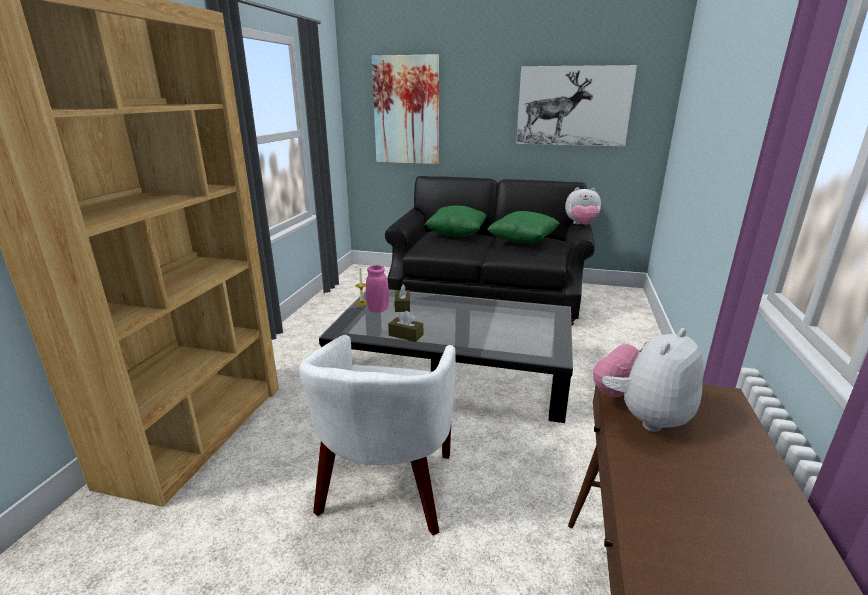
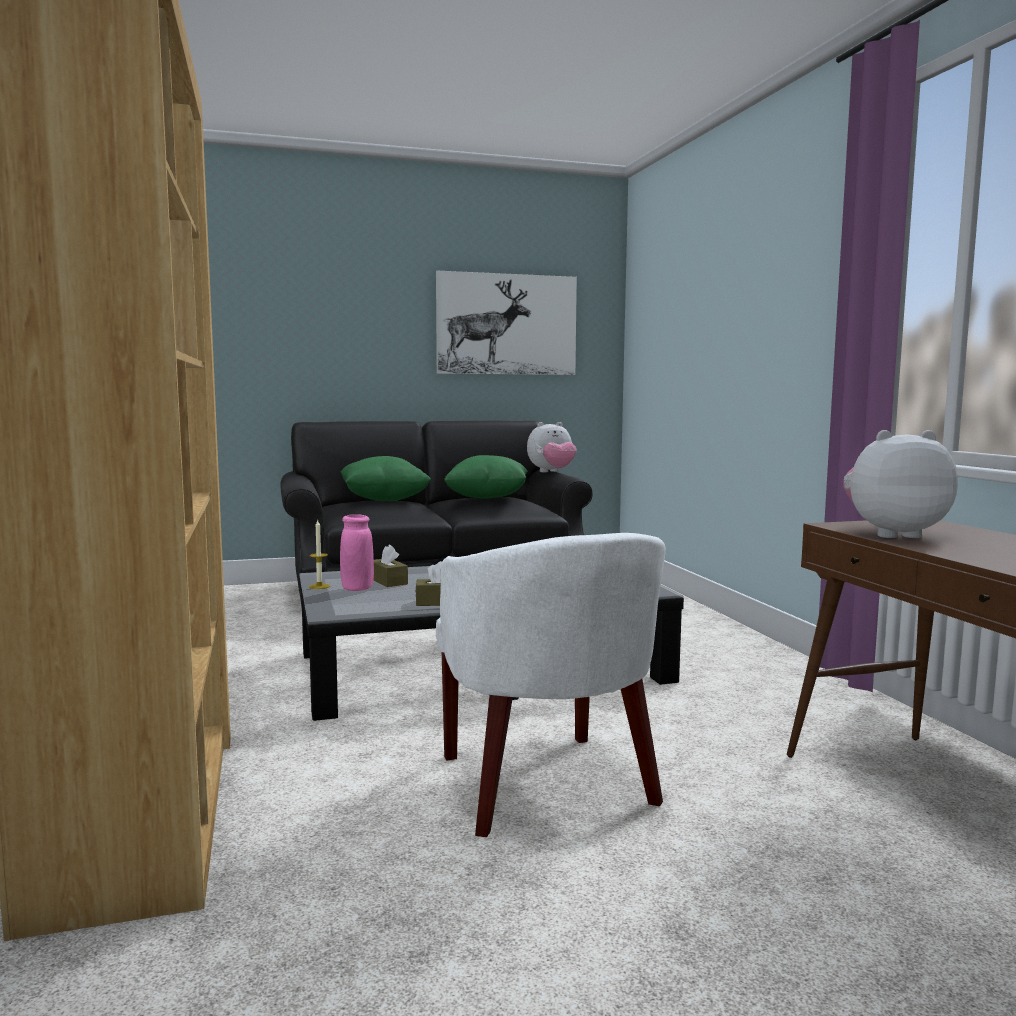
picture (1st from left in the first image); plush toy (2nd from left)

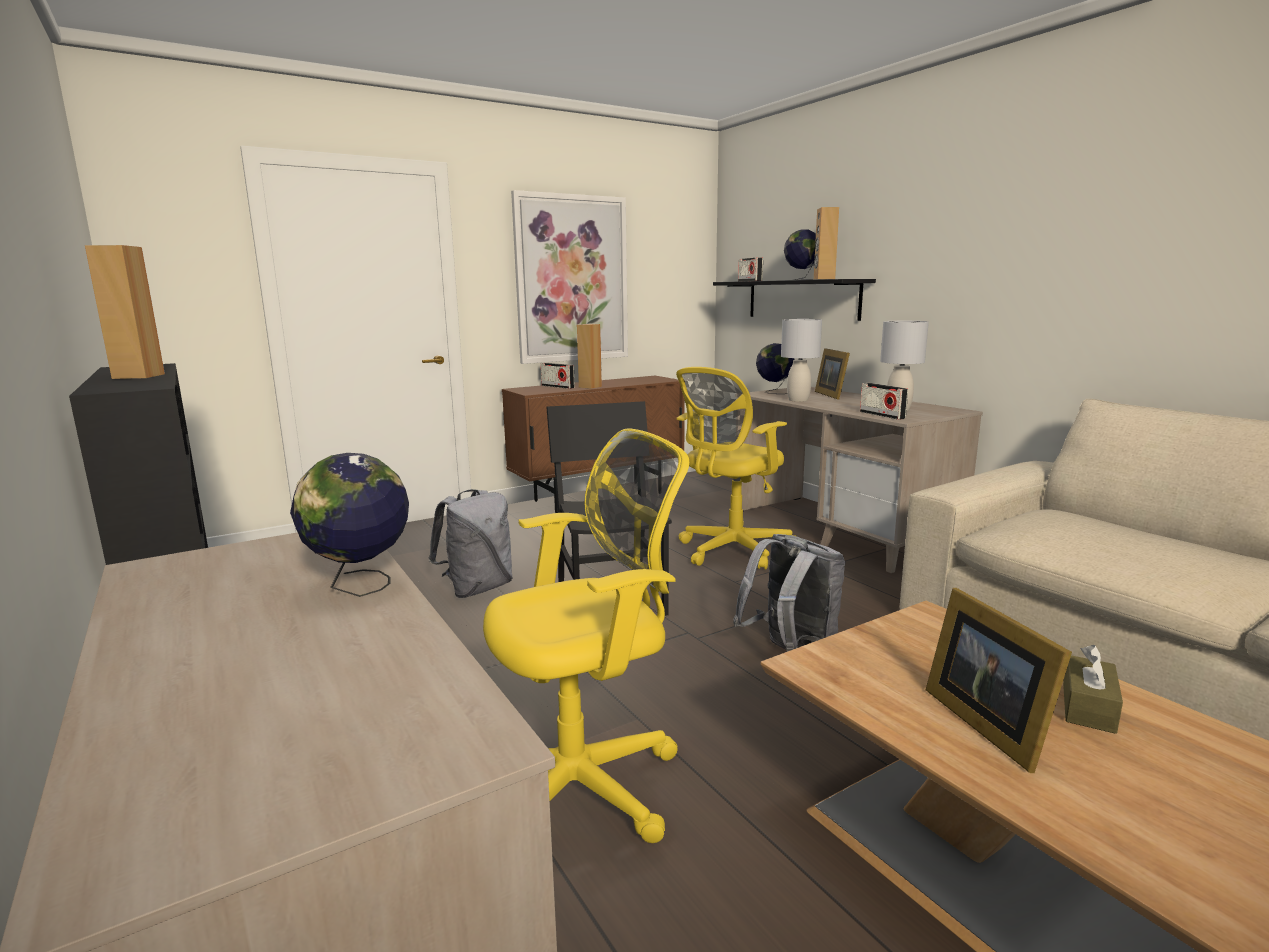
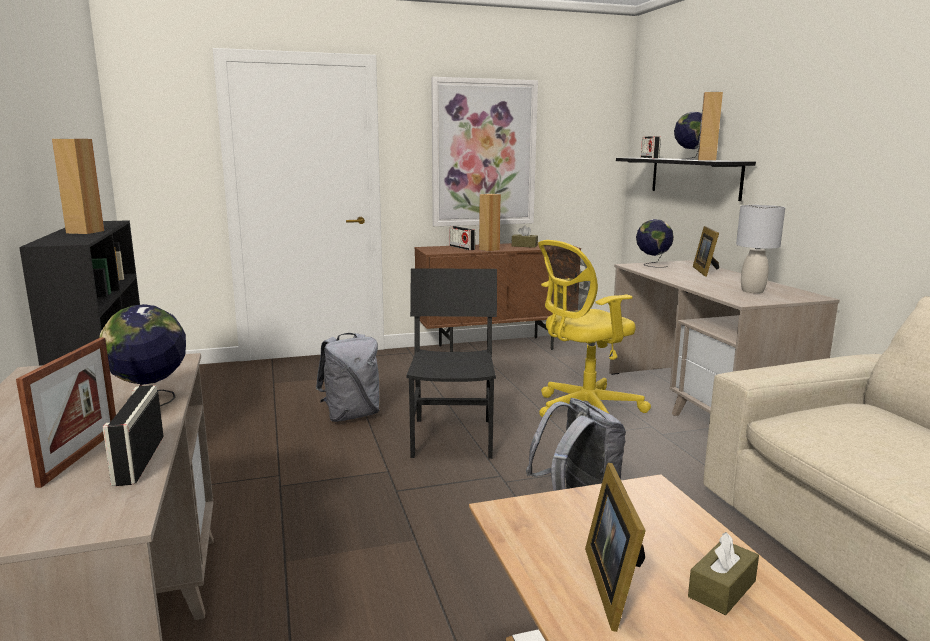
office chair (yellow) (1st from left in the first image); table lamp (grey) (1st from left in the first image); picture frame (1st from left); tissue box (brown) (1st from left); radio (1st from left)

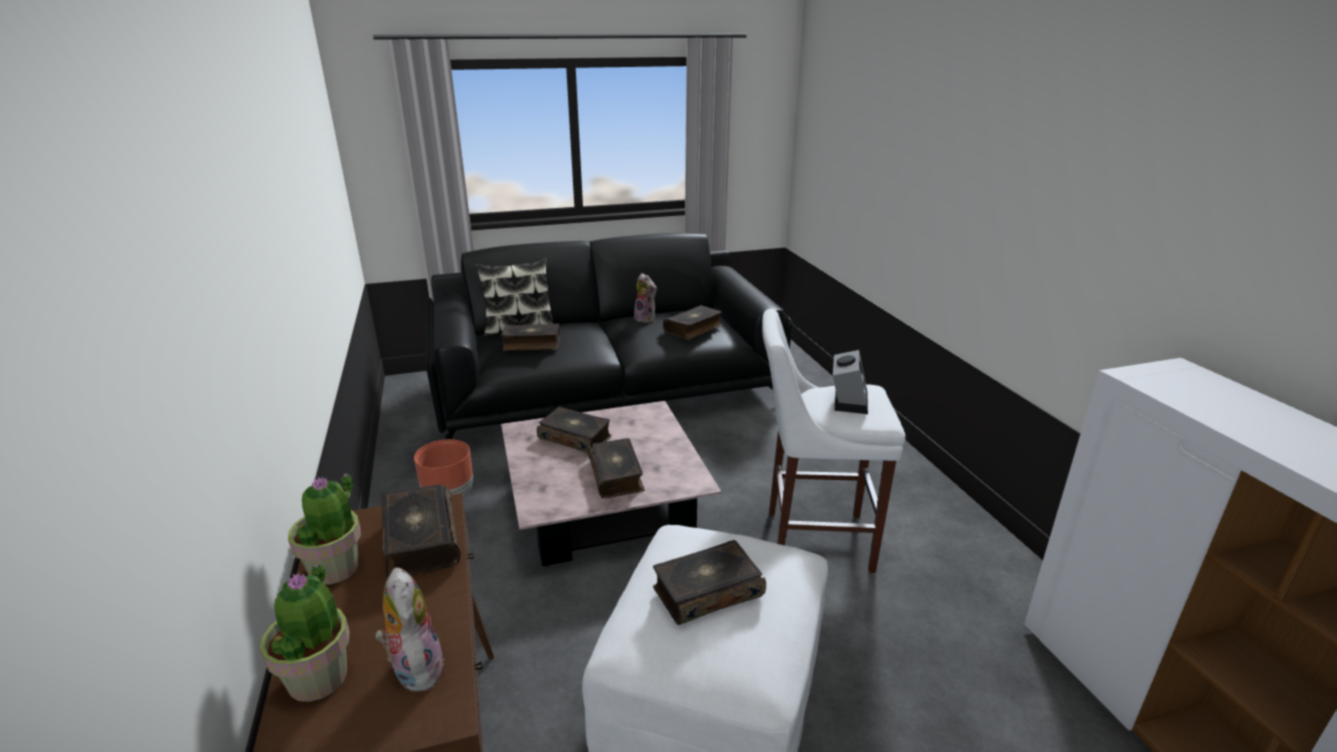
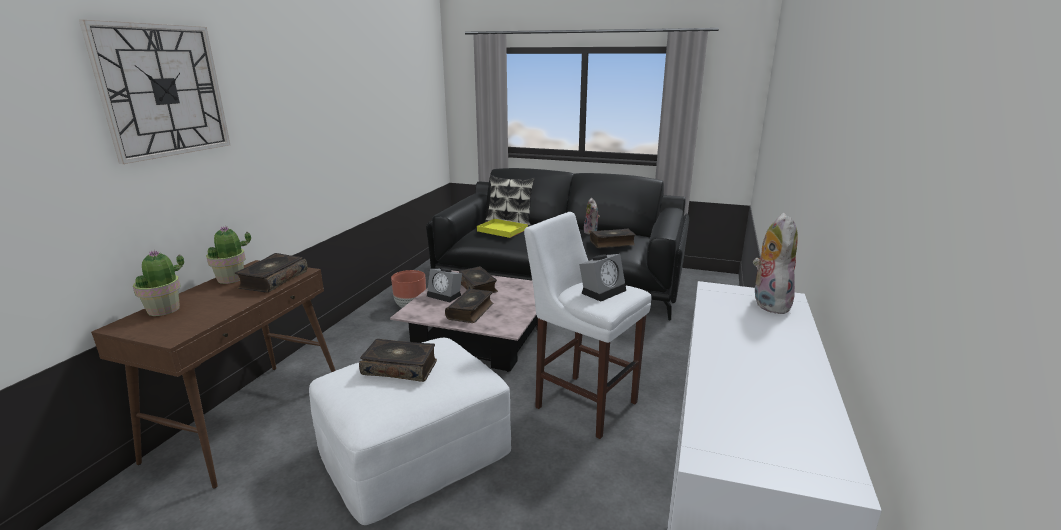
wall clock; alarm clock (1st from left); plush toy (2nd from left); tray (yellow)

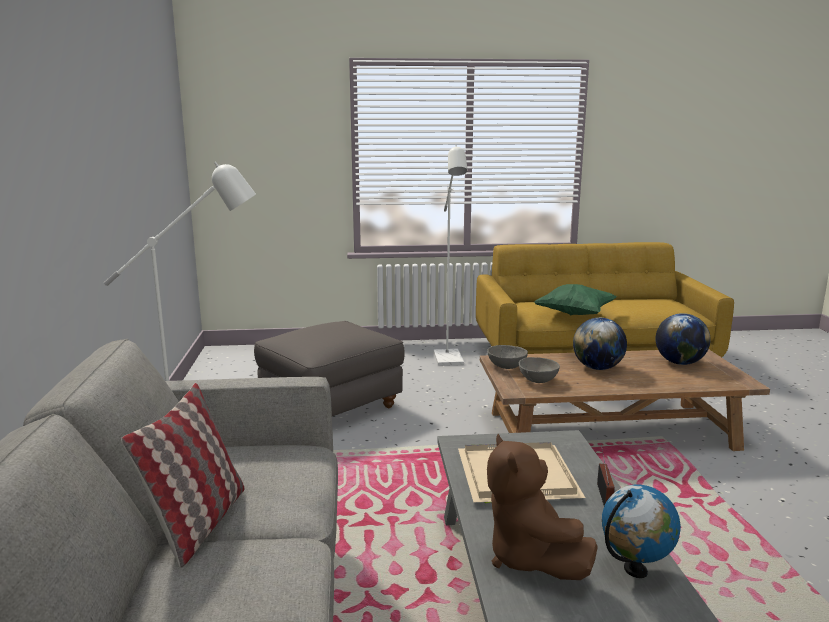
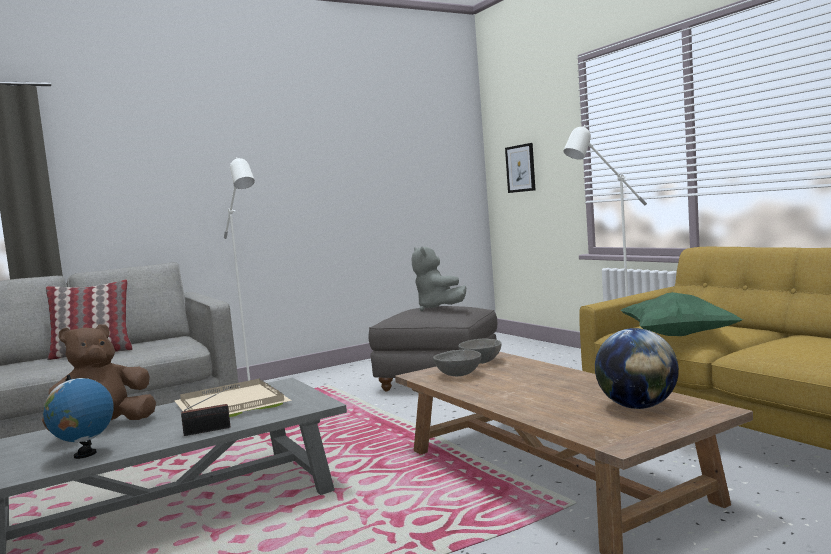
globe (1st from left in the first image); plush toy (grey); picture

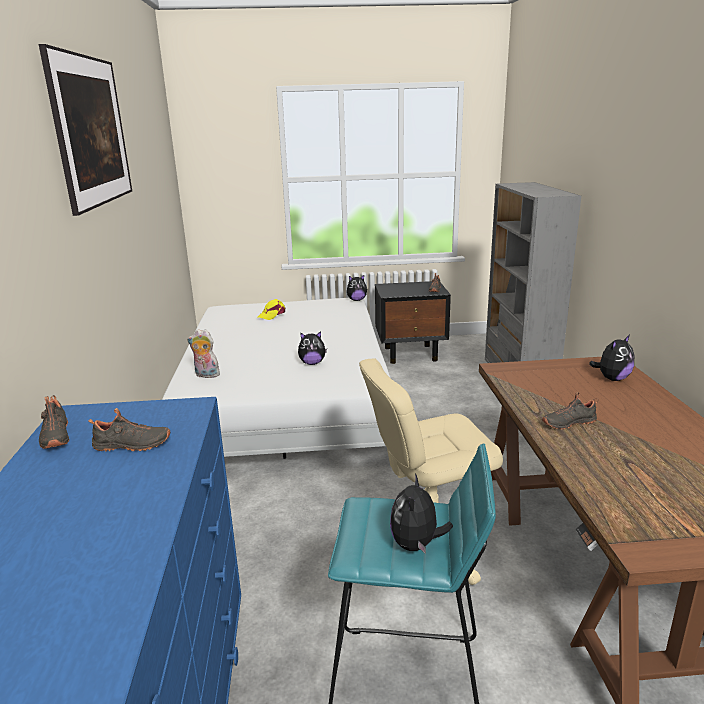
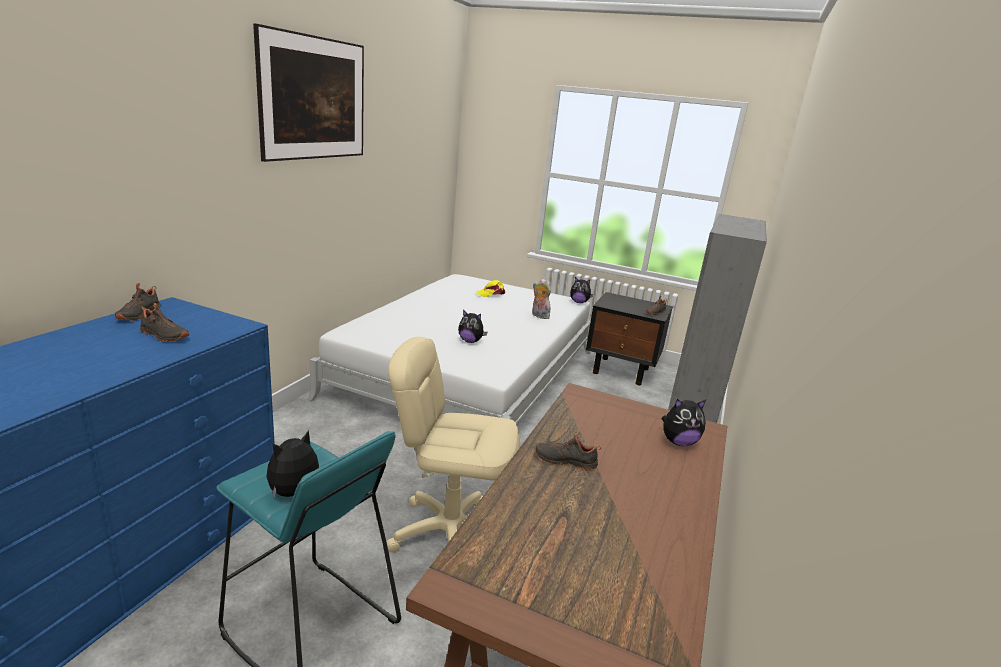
plush toy (3rd from left)

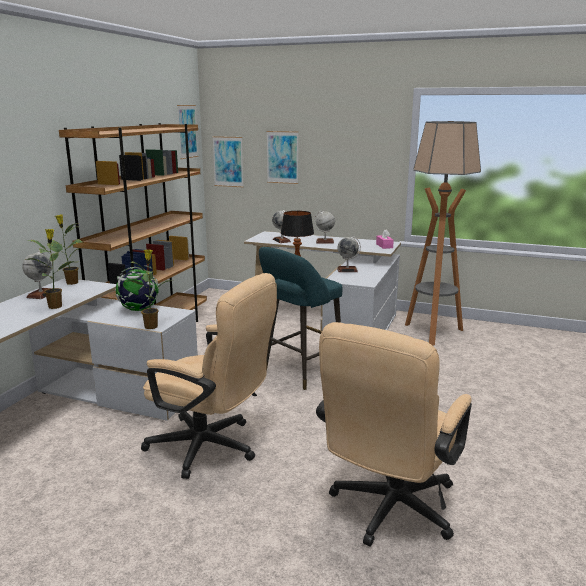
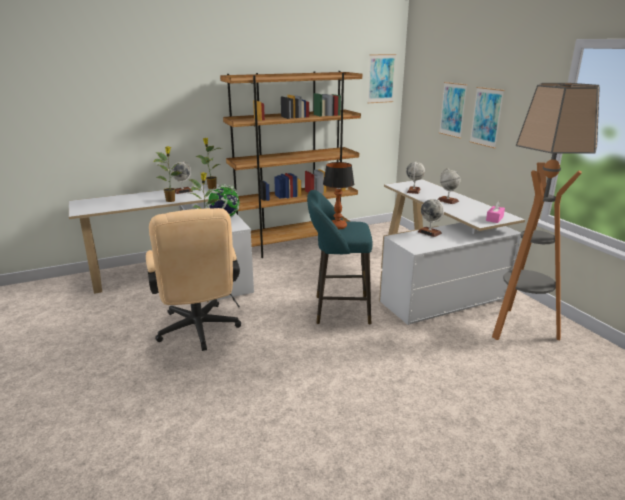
office chair (beige) (2nd from left in the first image); picture (3rd from left)

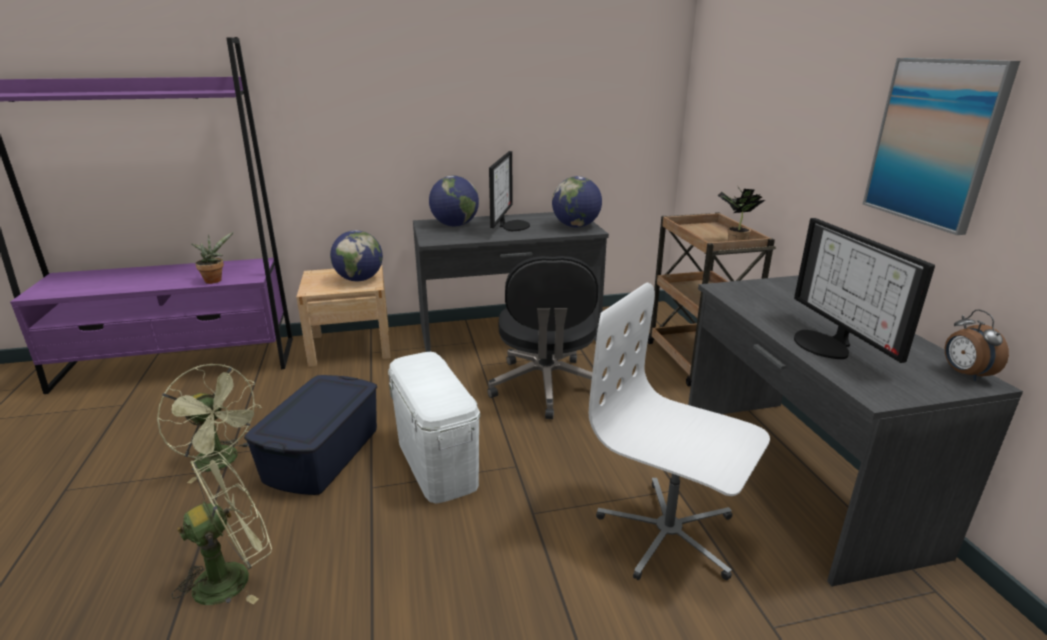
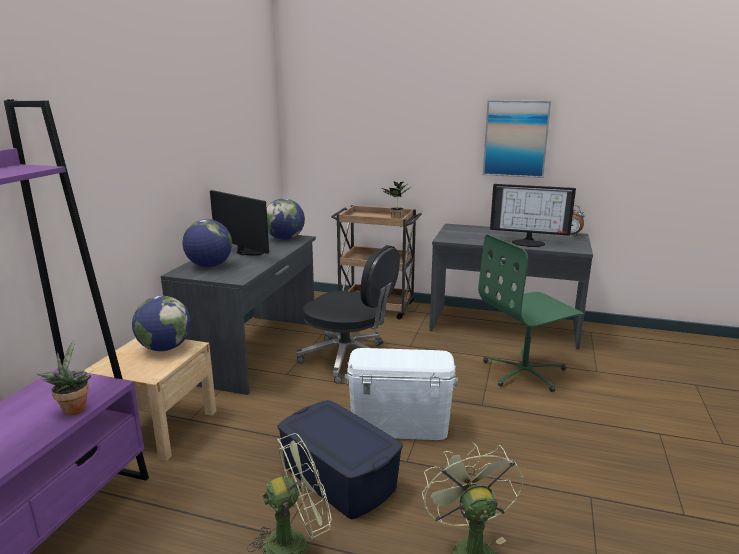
office chair (green)

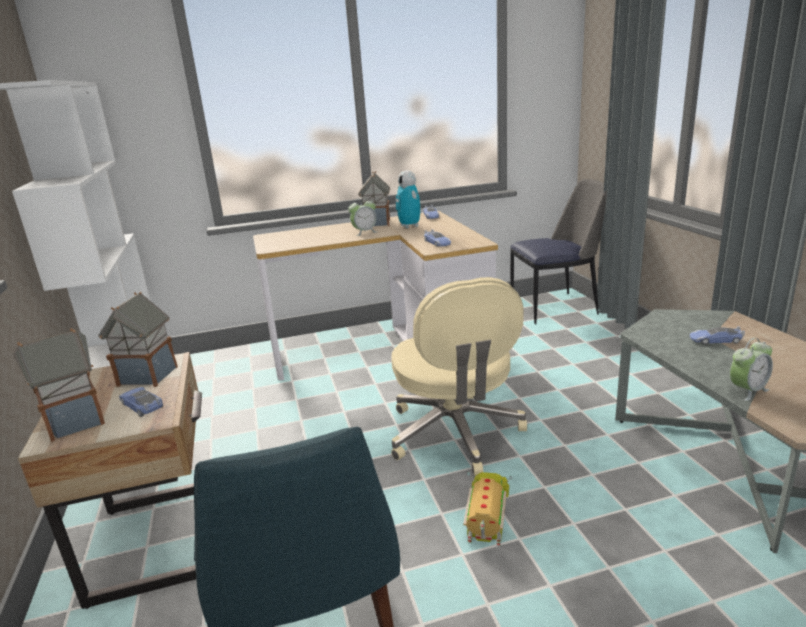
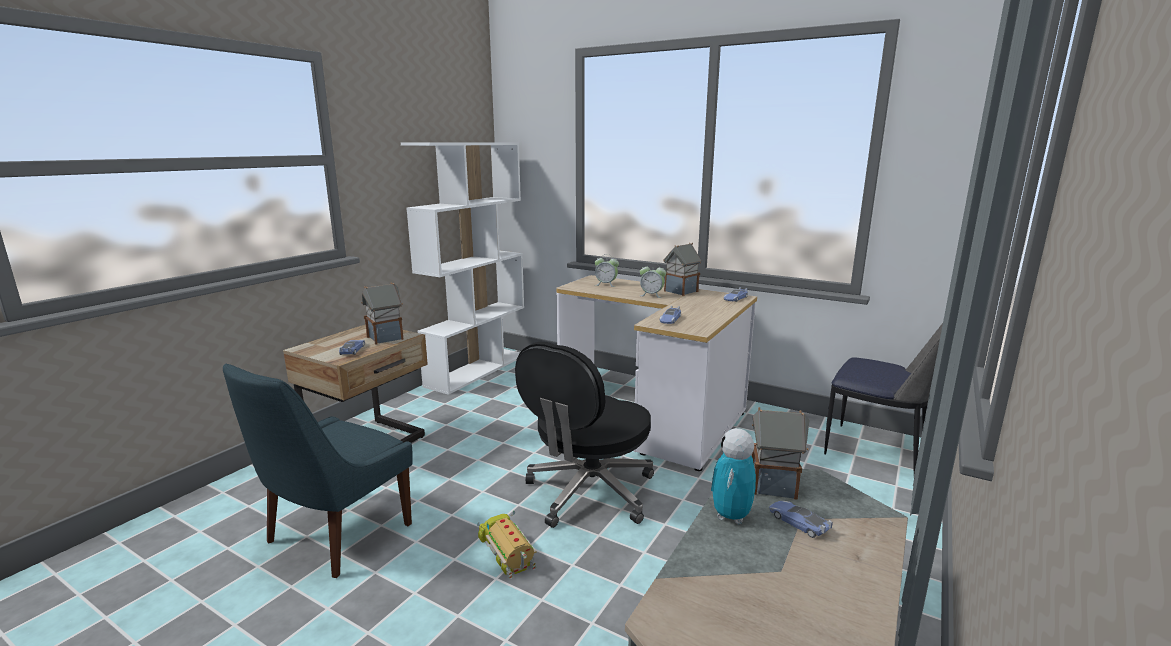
toy house (3rd from left); toy robot; alarm clock (1st from left); office chair (black); toy truck

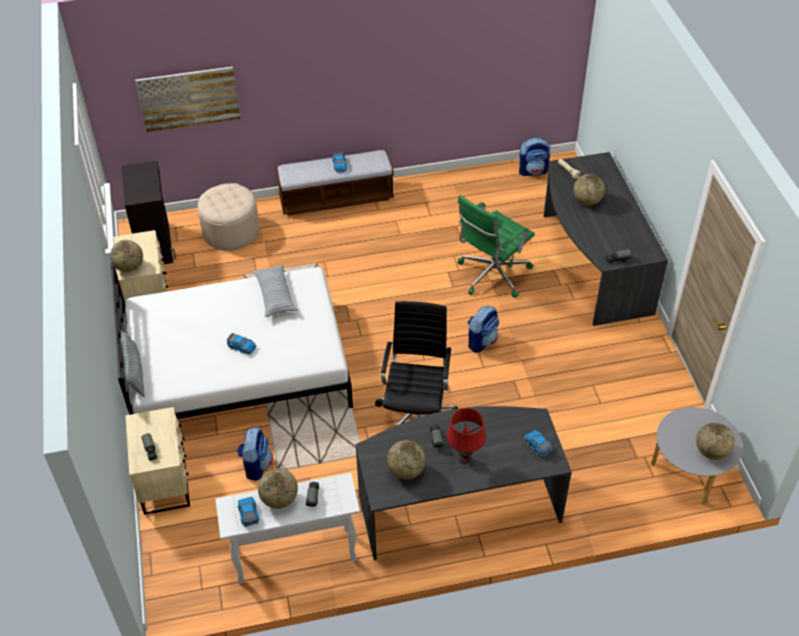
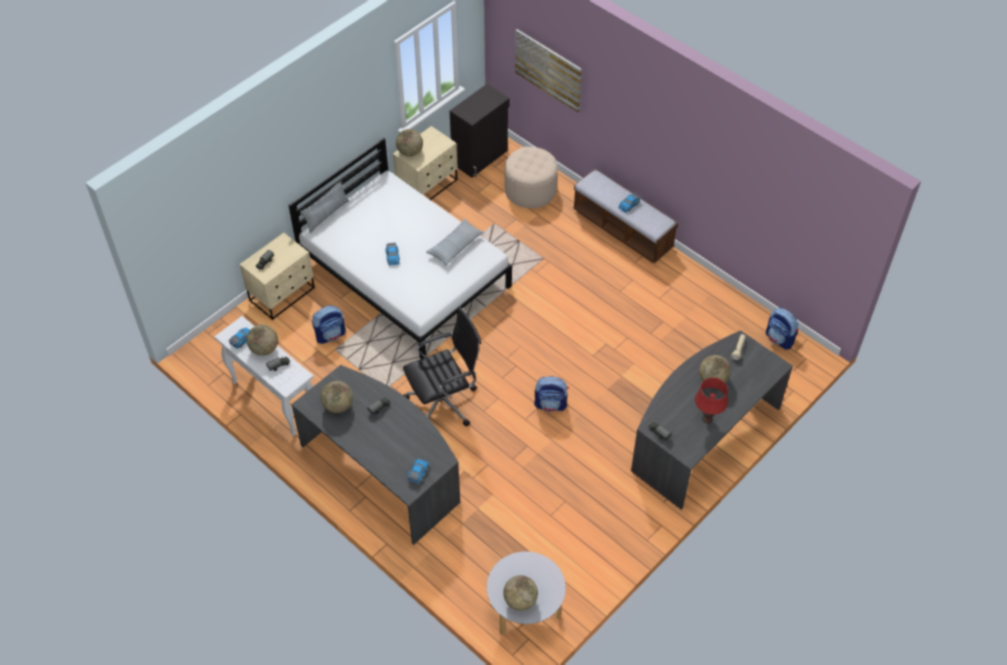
office chair (green); table lamp (red)

